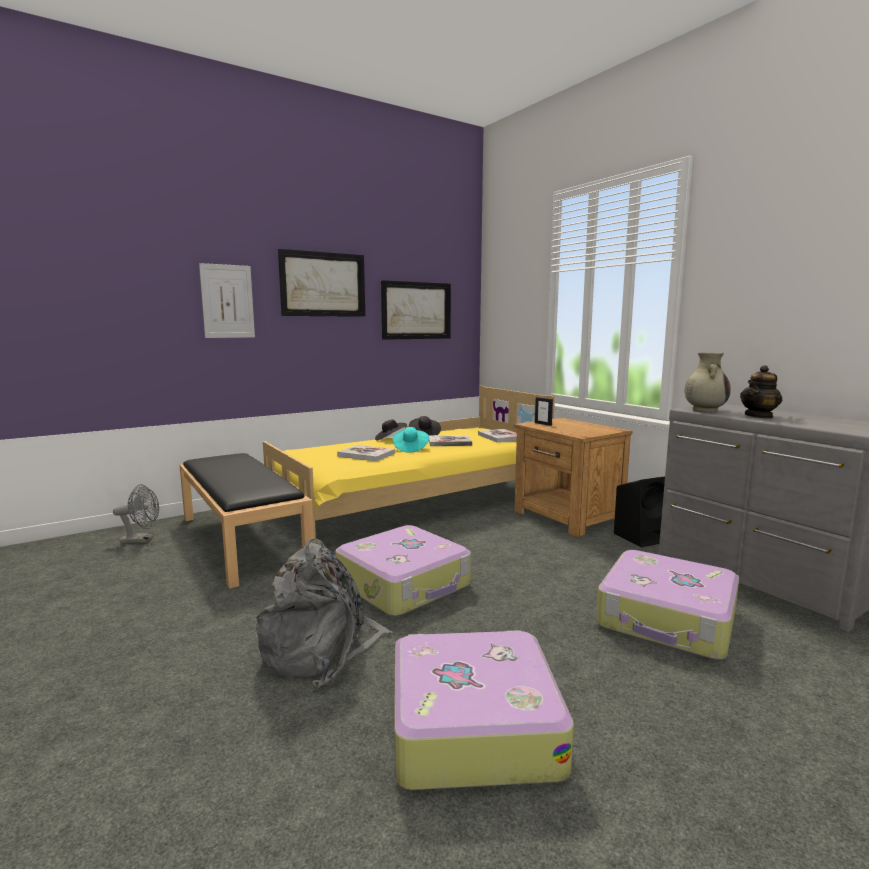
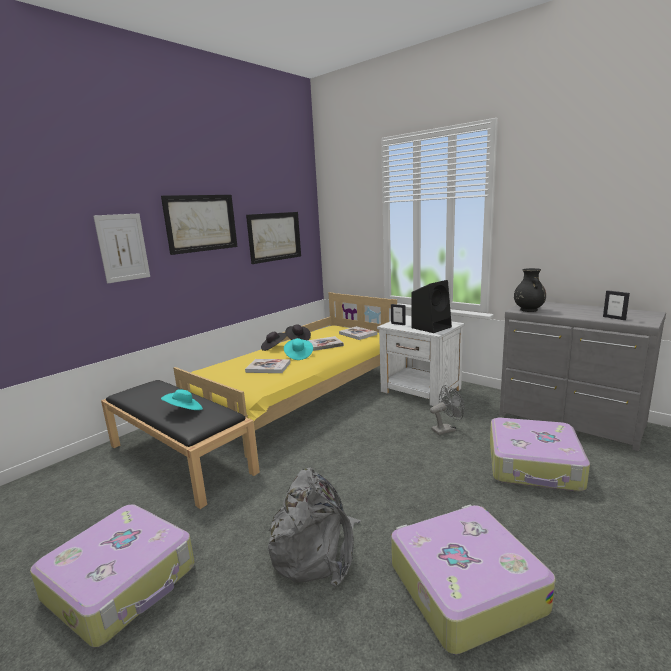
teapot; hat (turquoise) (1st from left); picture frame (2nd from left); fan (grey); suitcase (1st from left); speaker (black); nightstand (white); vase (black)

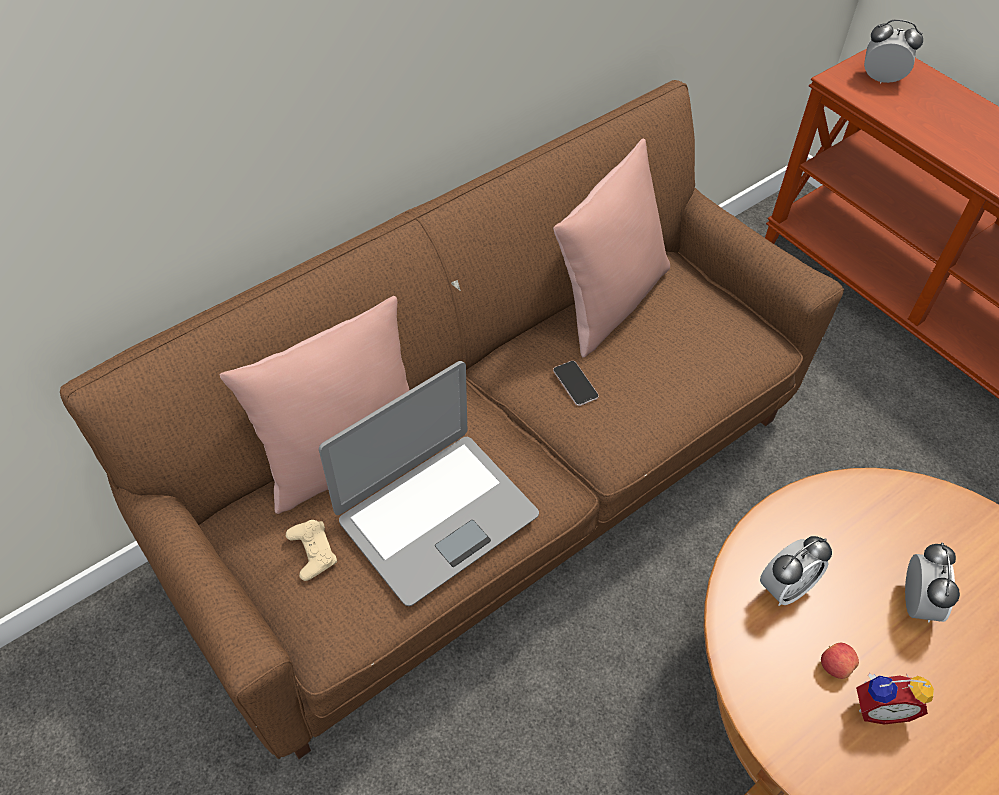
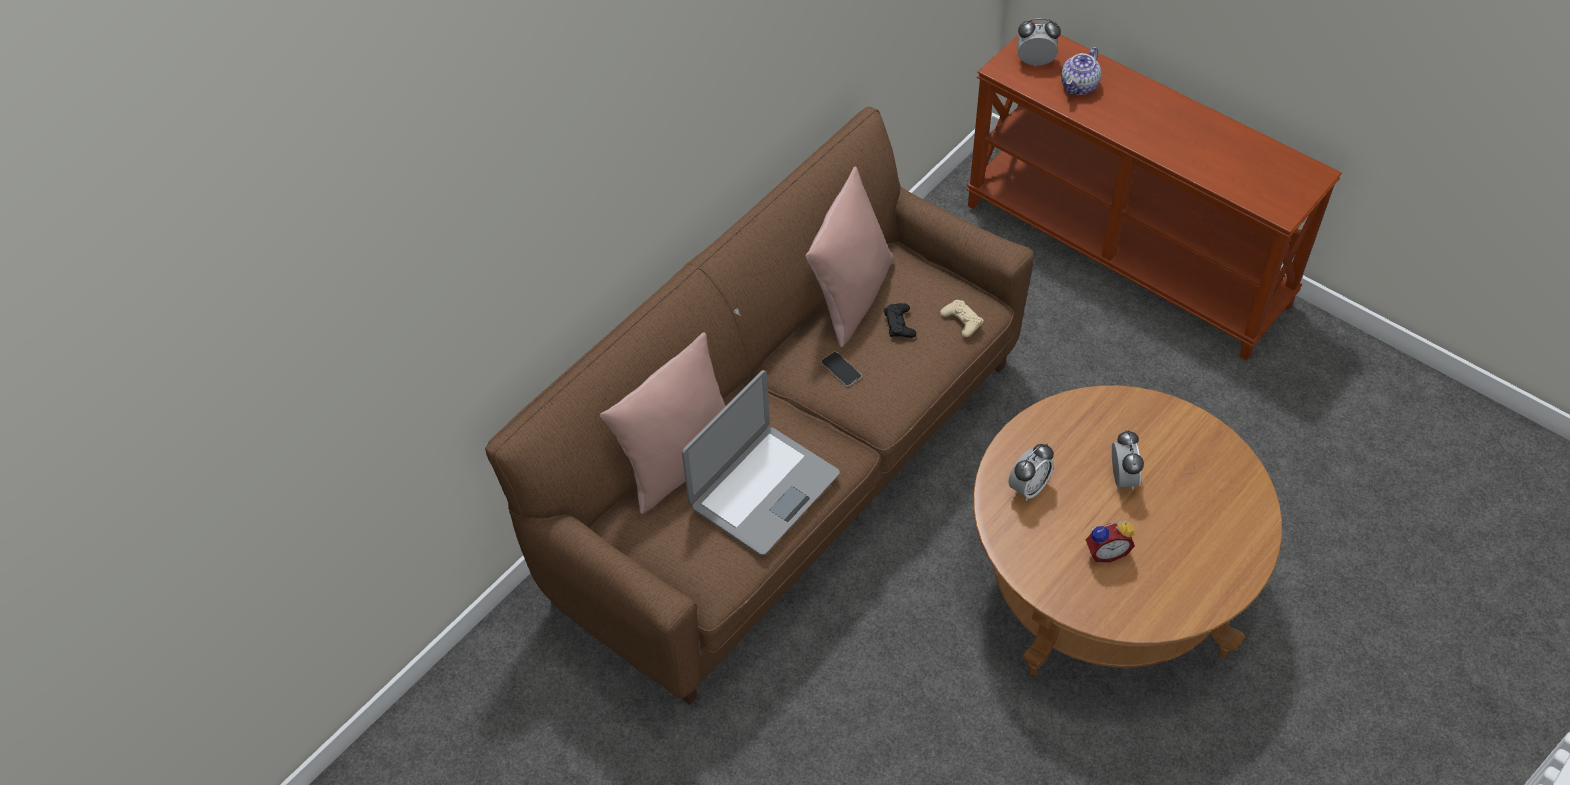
apple; game controller (black); teapot; game controller (beige)

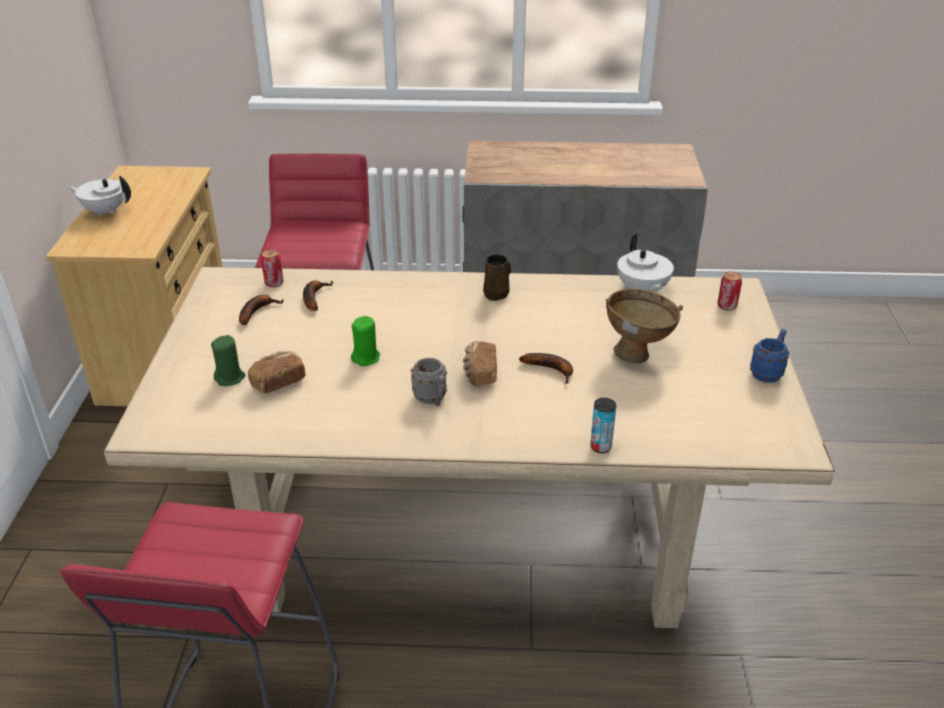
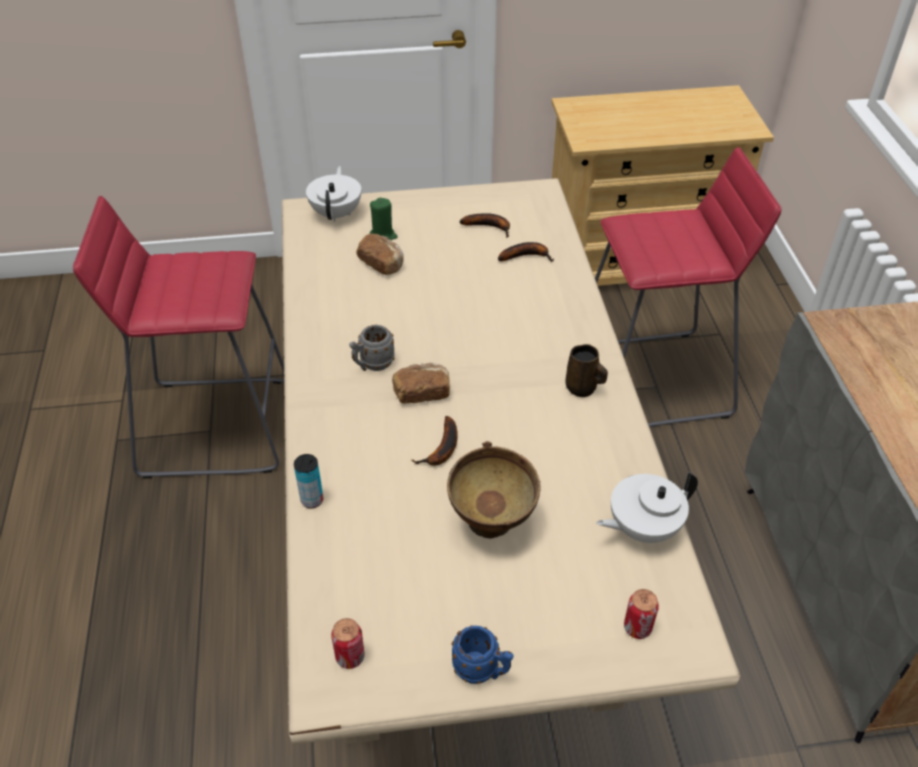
candle (green) (2nd from left in the first image); teapot (white) (1st from left); can (2nd from left)

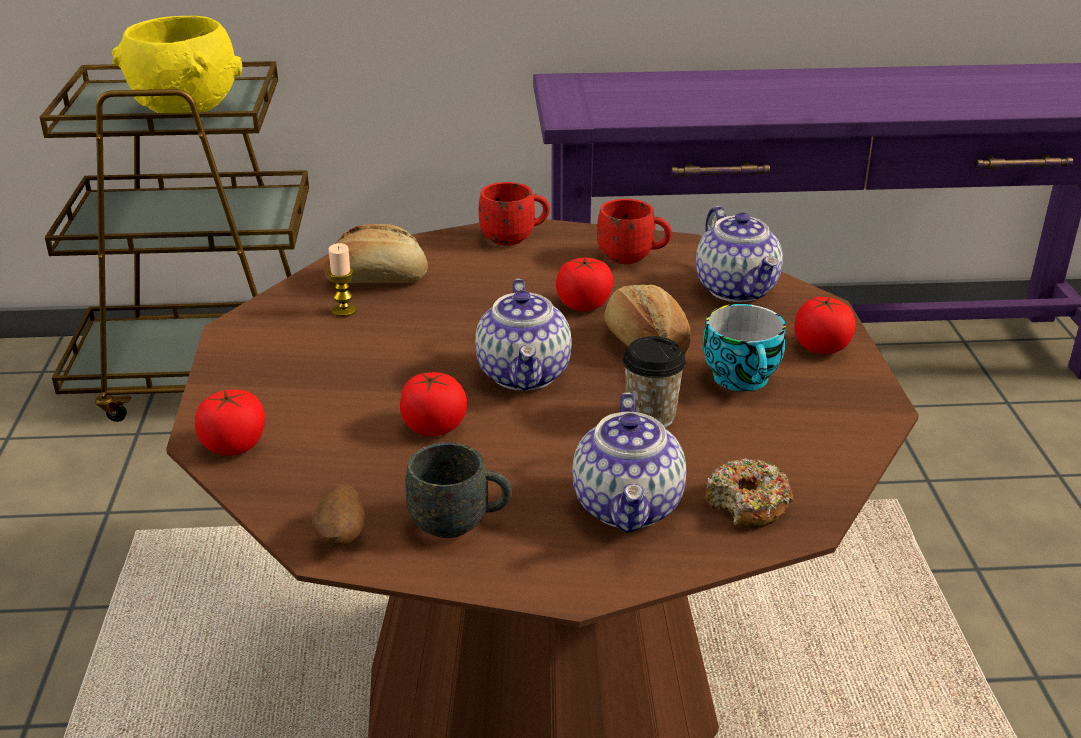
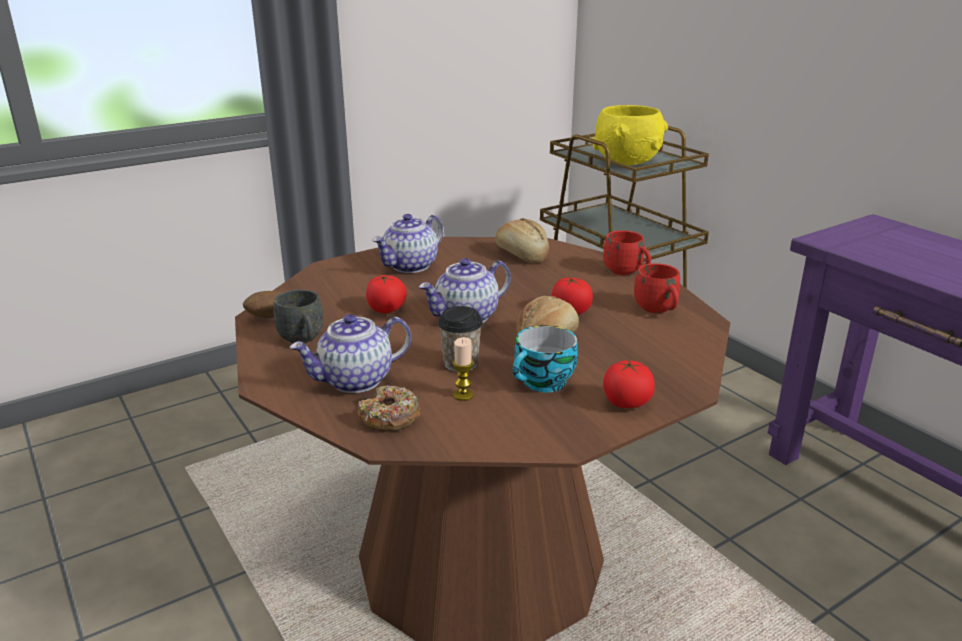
tomato (1st from left in the first image); candle; teapot (2nd from left)

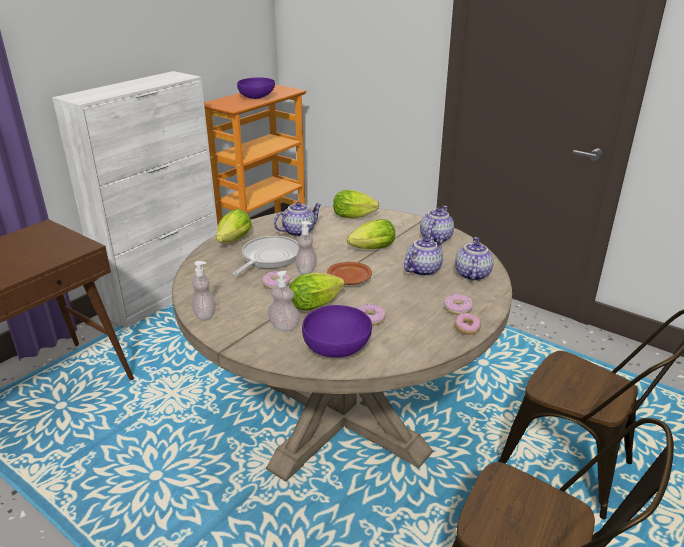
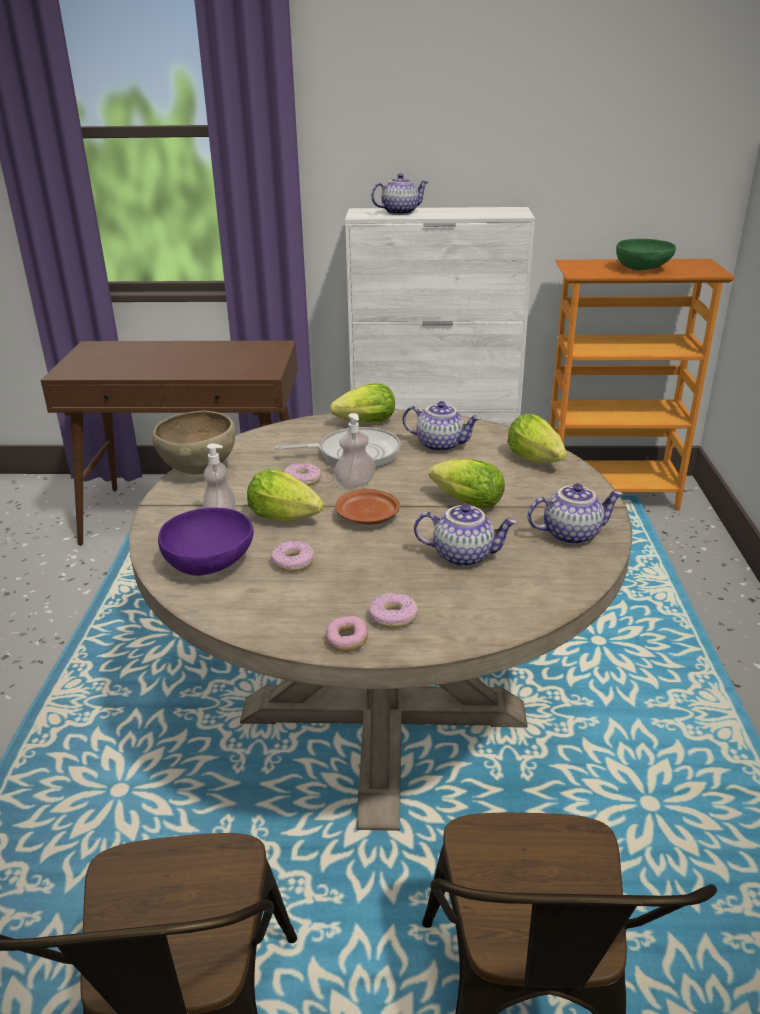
teapot (1st from left); bowl (brown); bowl (green)

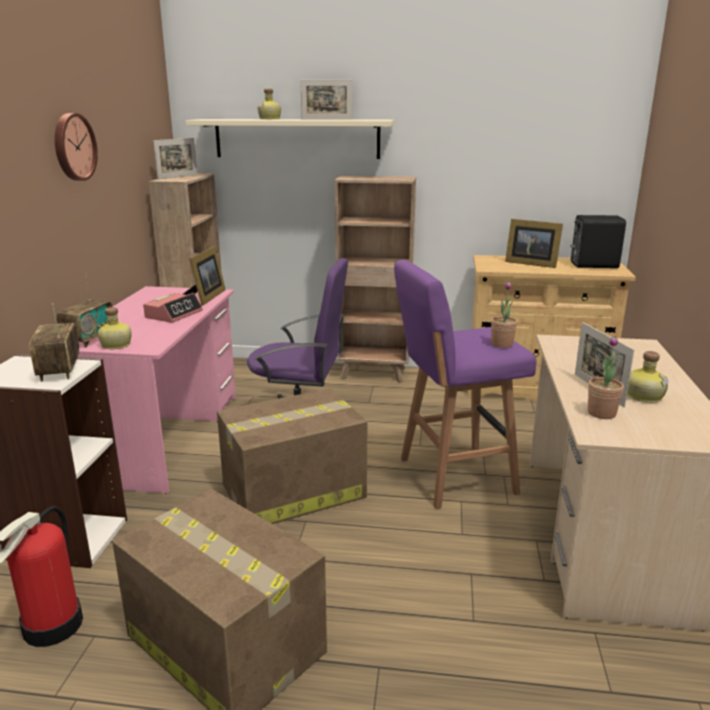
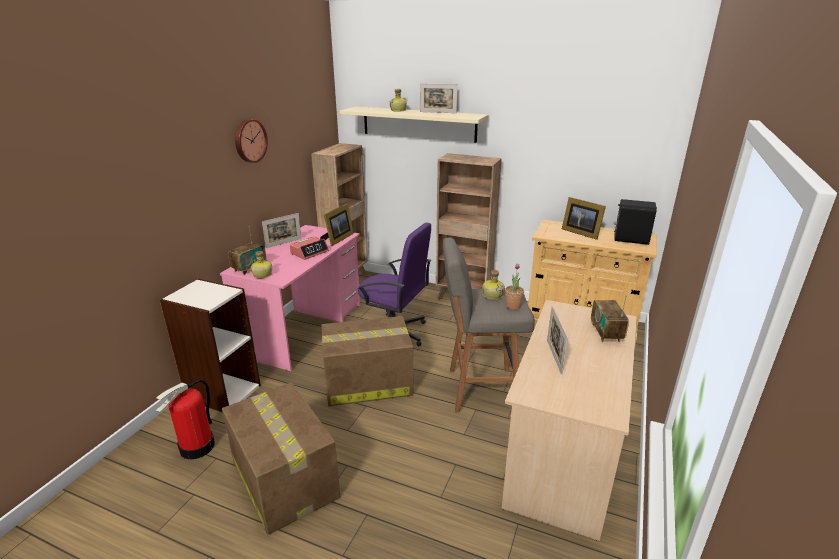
potted plant (2nd from left in the first image); radio (2nd from left); picture frame (1st from left); bottle (3rd from left); stool (grey)

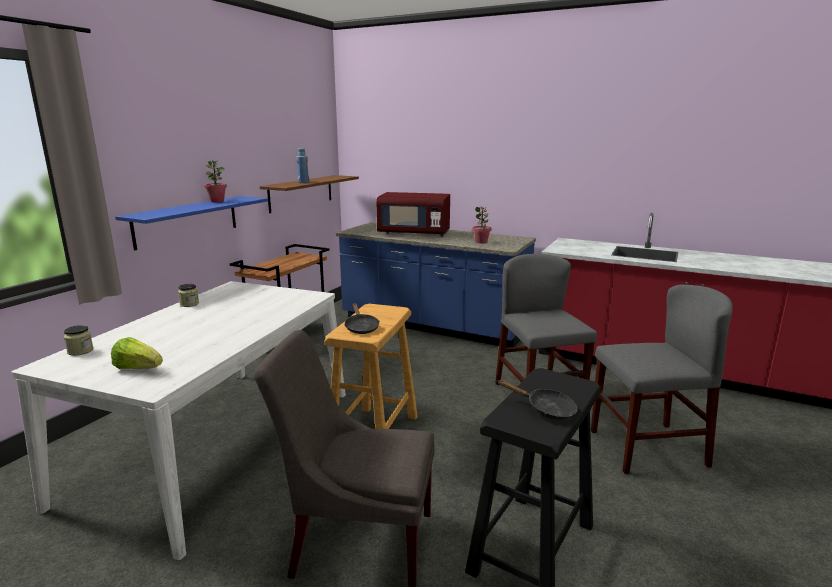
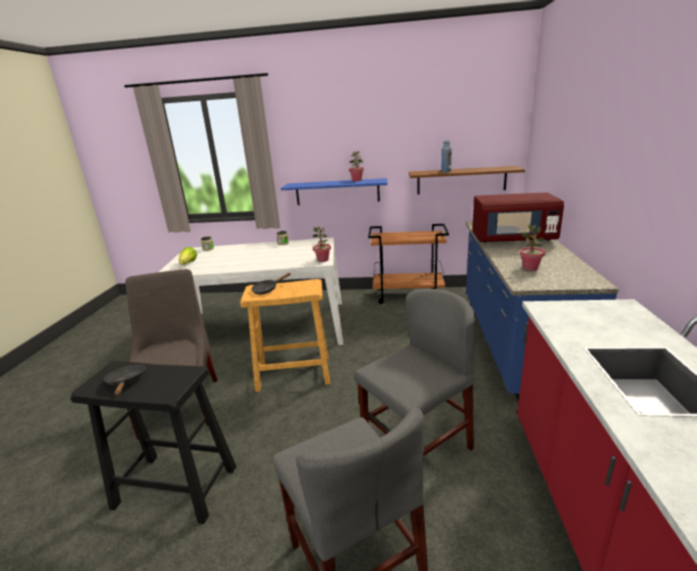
potted plant (1st from left); microwave (red); frying pan (black) (1st from left)

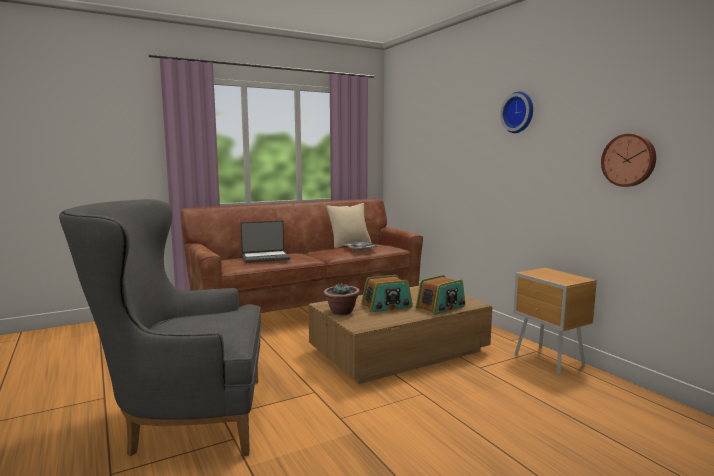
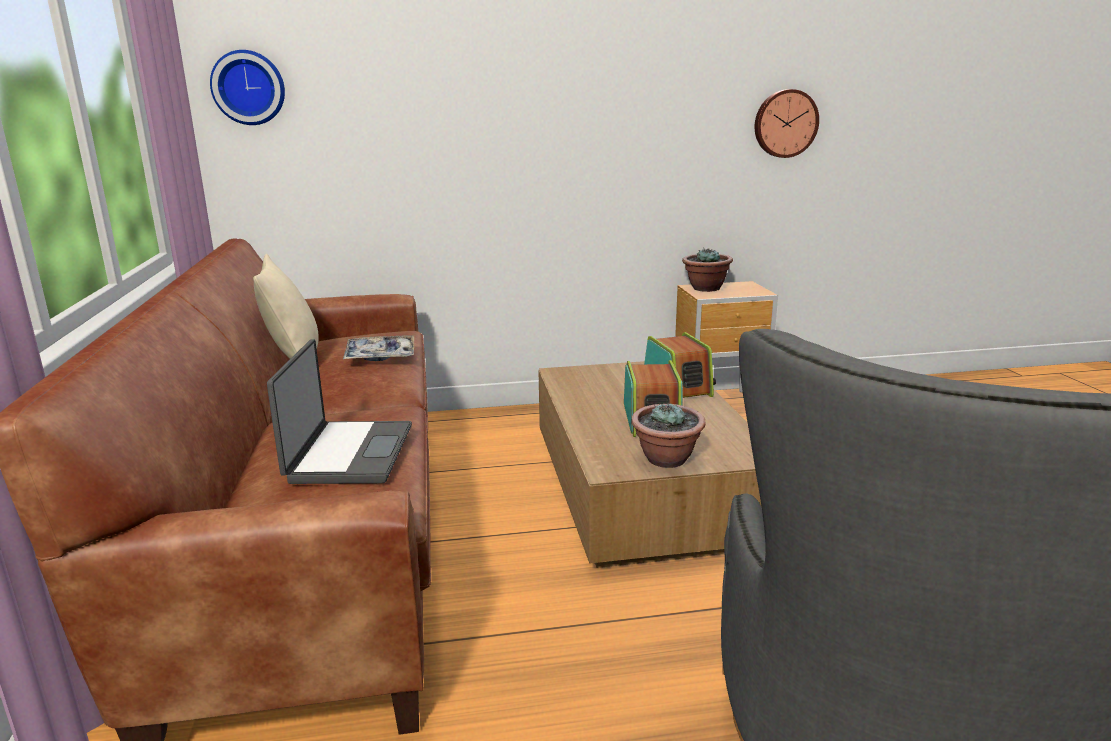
potted plant (2nd from left); wall clock (1st from left)

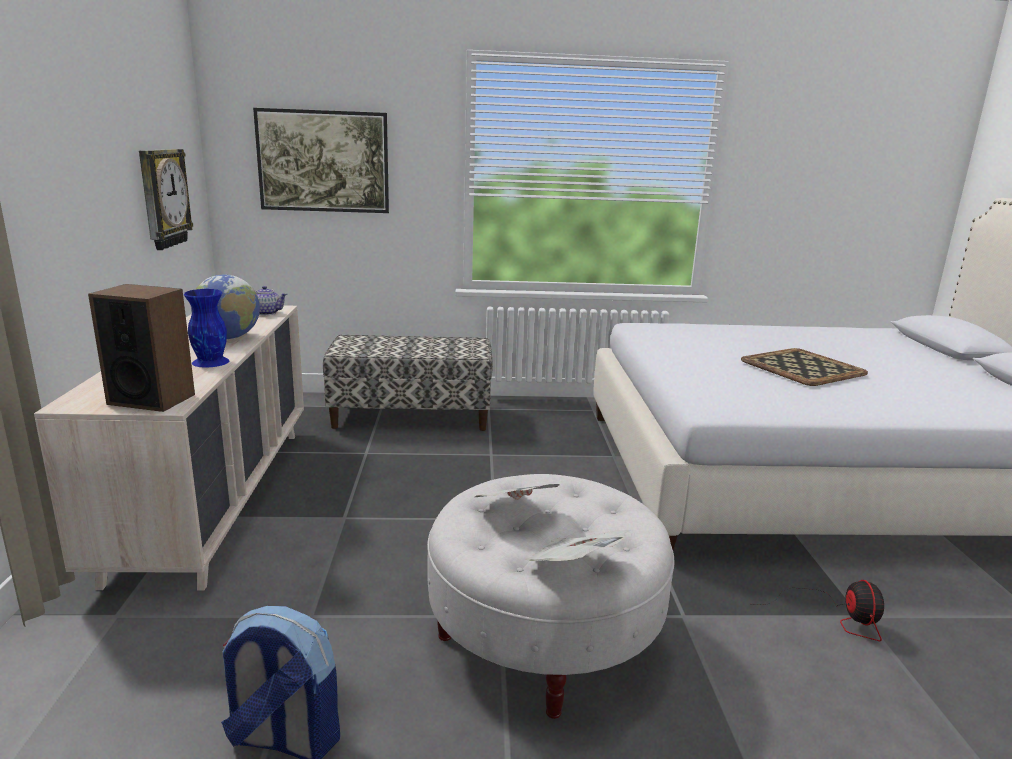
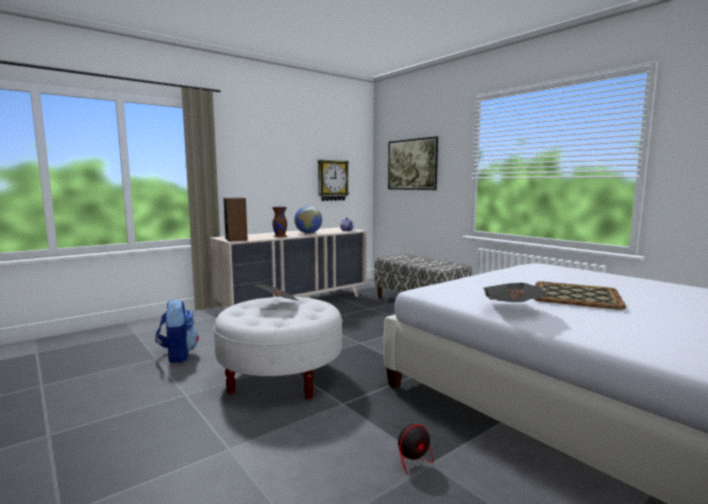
newspaper (2nd from left); vase (brown)

